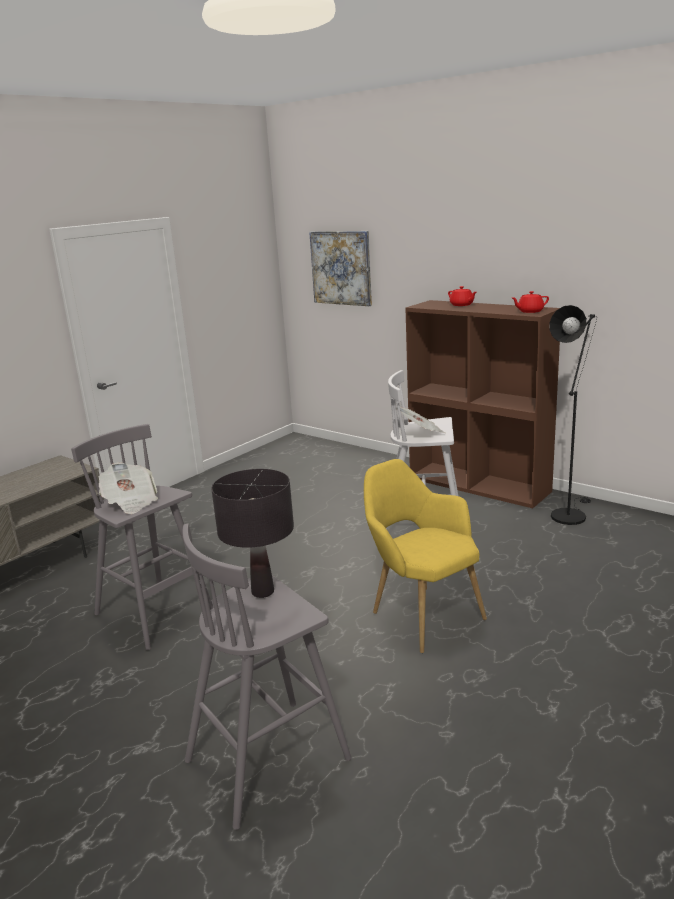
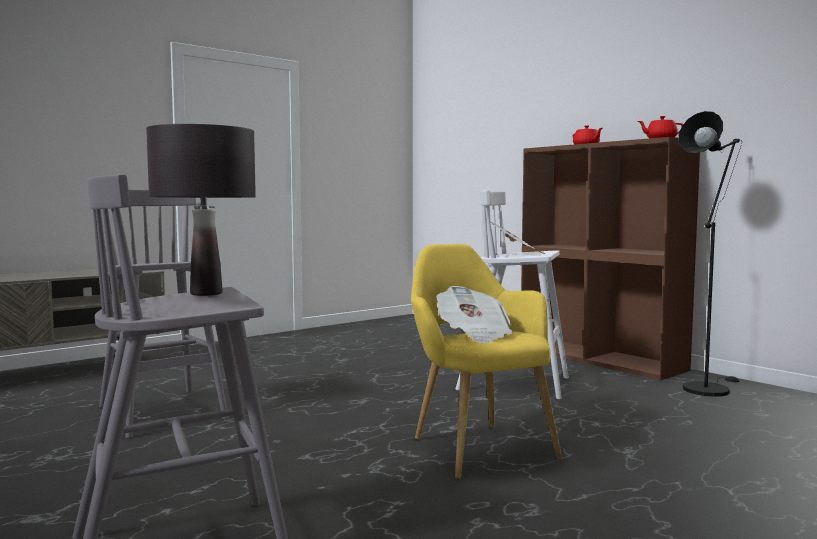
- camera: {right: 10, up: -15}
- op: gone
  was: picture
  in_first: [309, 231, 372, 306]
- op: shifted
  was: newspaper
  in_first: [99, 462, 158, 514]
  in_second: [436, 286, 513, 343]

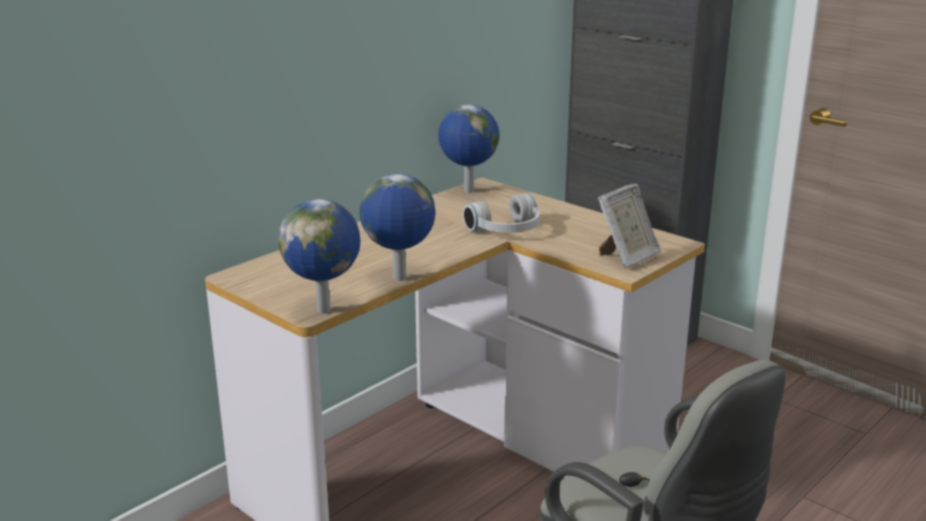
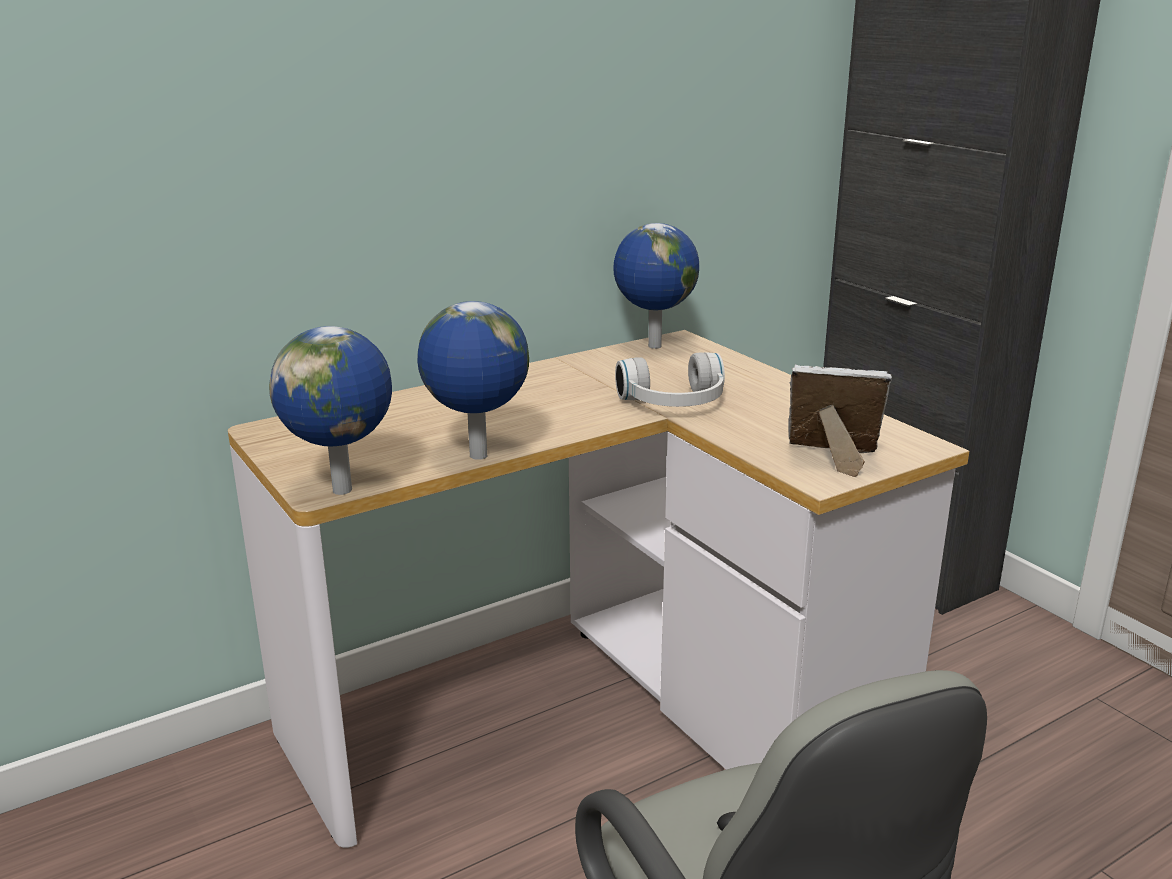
- camera: {right: 15, up: 0}
- op: rotated
  was: picture_frame
  in_first: [598, 184, 661, 269]
  in_second: [788, 365, 892, 477]
  clockwise: -135

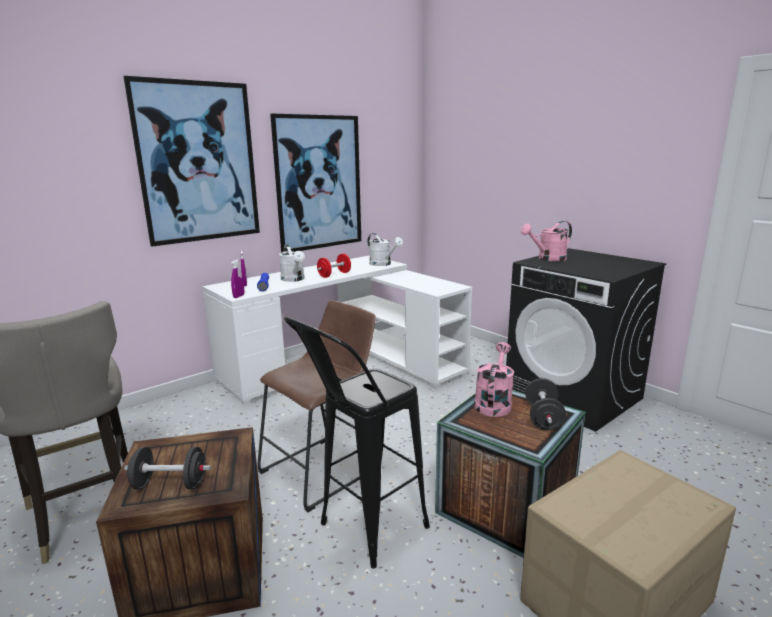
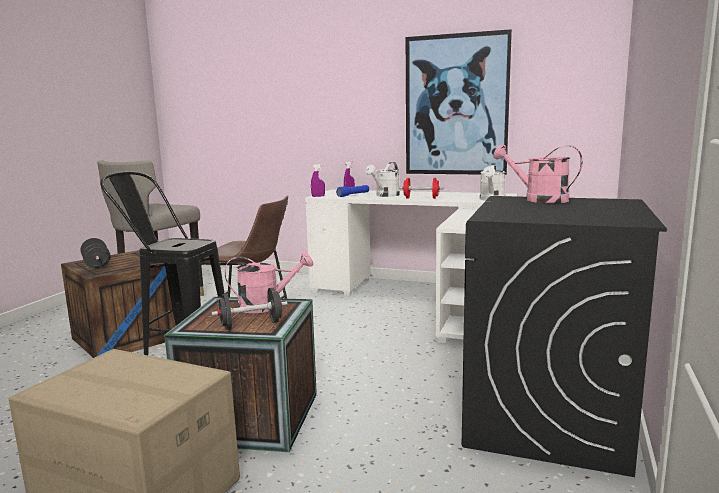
- camera: {right: 60, up: -5}
- op: gone
  was: picture
  in_first: [124, 76, 260, 246]

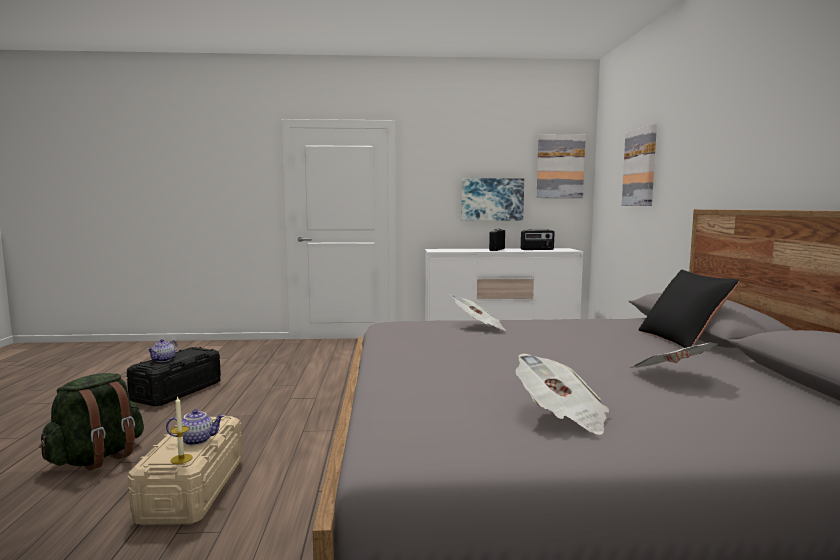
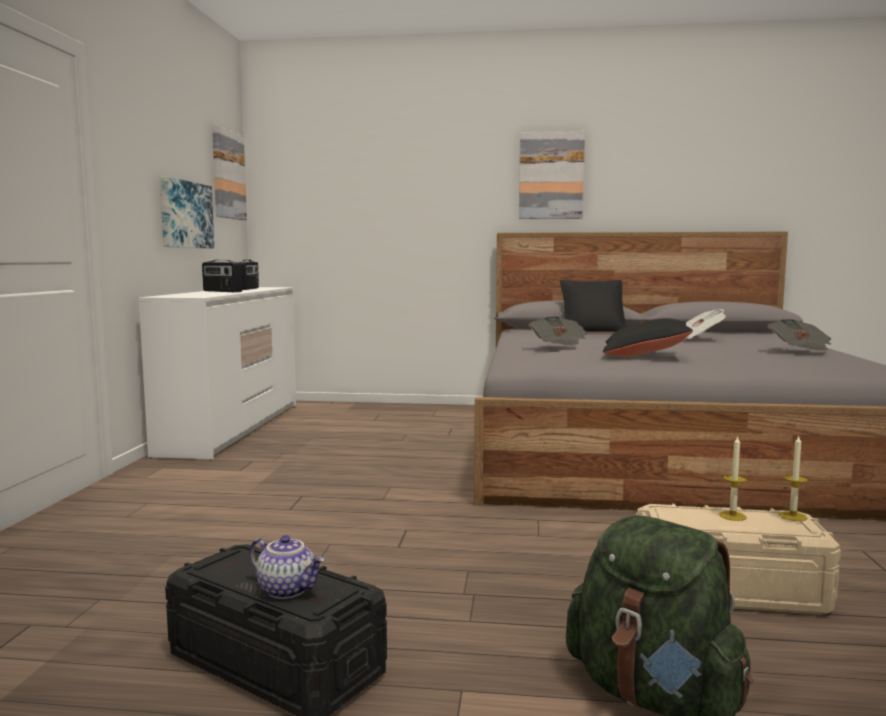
- camera: {right: -80, up: 0}
- op: shifted
  was: picture
  in_first: [622, 124, 657, 206]
  in_second: [519, 131, 585, 219]
- op: swapped
  was: pot_for_tea
  now: wax_candle
  in_first: [166, 409, 225, 445]
  in_second: [719, 435, 747, 521]
- op: new
  now: blackish_pillow
  in_second: [603, 318, 693, 357]

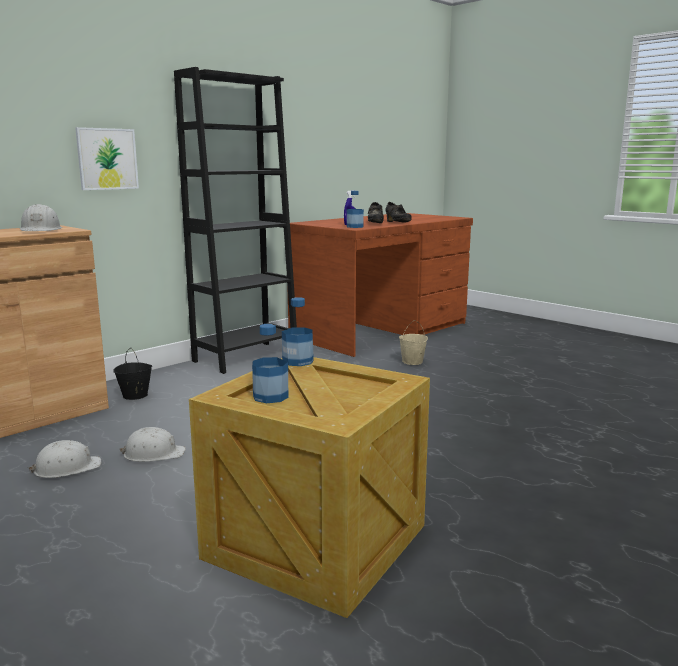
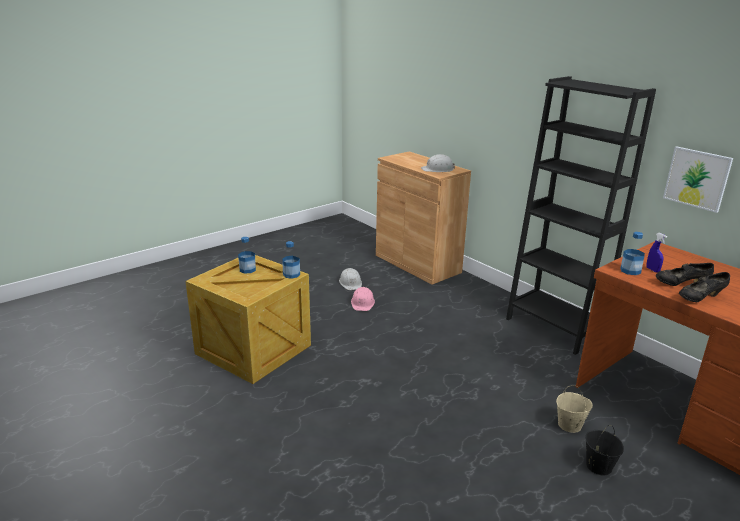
- camera: {right: 95, up: 10}
- op: shifted
  was: picture
  in_first: [75, 127, 139, 190]
  in_second: [663, 146, 733, 213]
- op: shifted
  was: blackish_pail
  in_first: [114, 348, 152, 400]
  in_second: [585, 425, 624, 476]
- op: repainted
  was: white-coloured_hard_hat
  now: pink_hard_hat
  in_first: [119, 427, 186, 462]
  in_second: [351, 287, 375, 311]

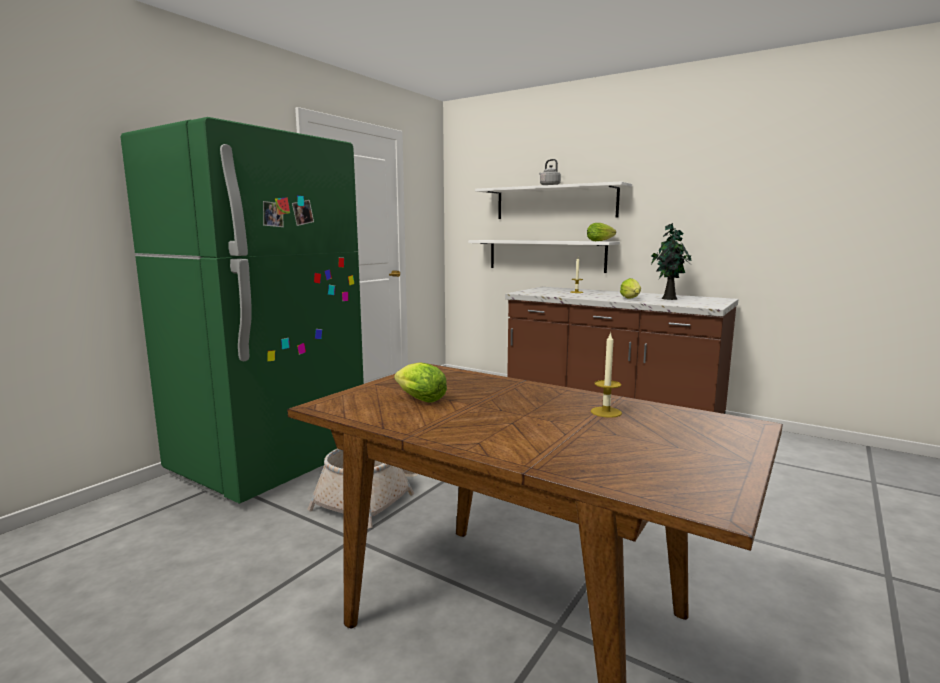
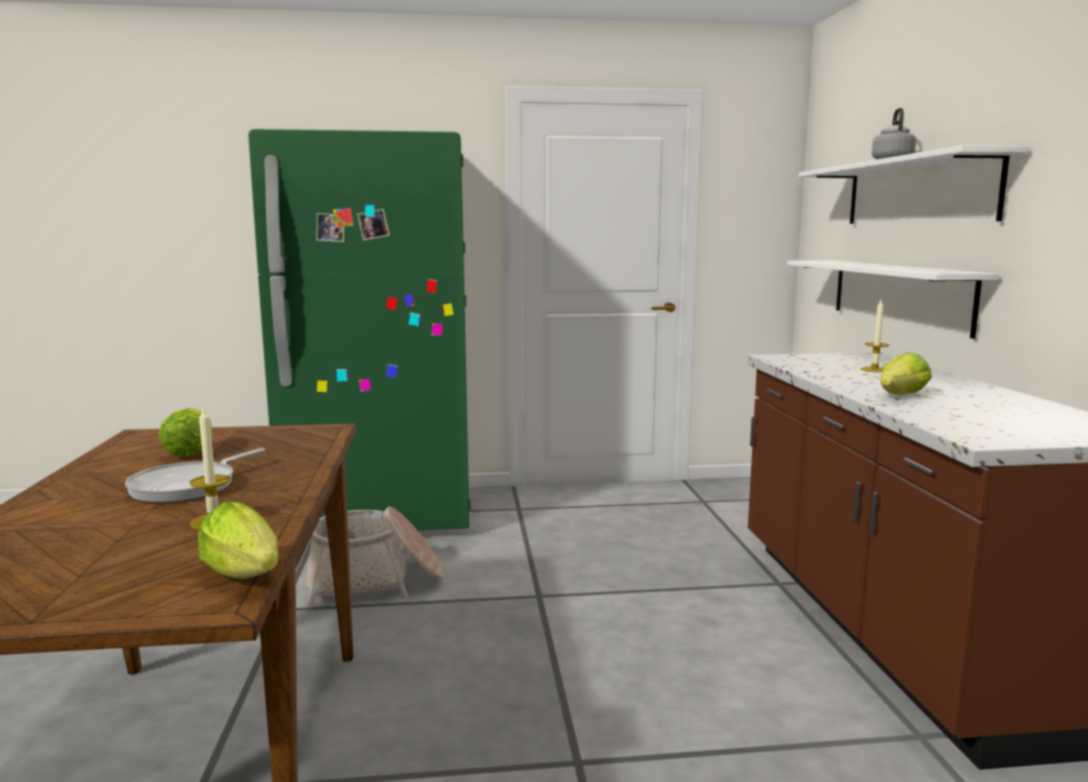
- camera: {right: 50, up: 0}
- op: shifted
  was: head_of_lettuce
  in_first: [587, 223, 616, 241]
  in_second: [198, 502, 278, 579]
- op: gone
  was: plant_in_a_pot
  in_first: [651, 223, 692, 300]
- op: new
  now: skillet
  in_second: [125, 448, 265, 503]

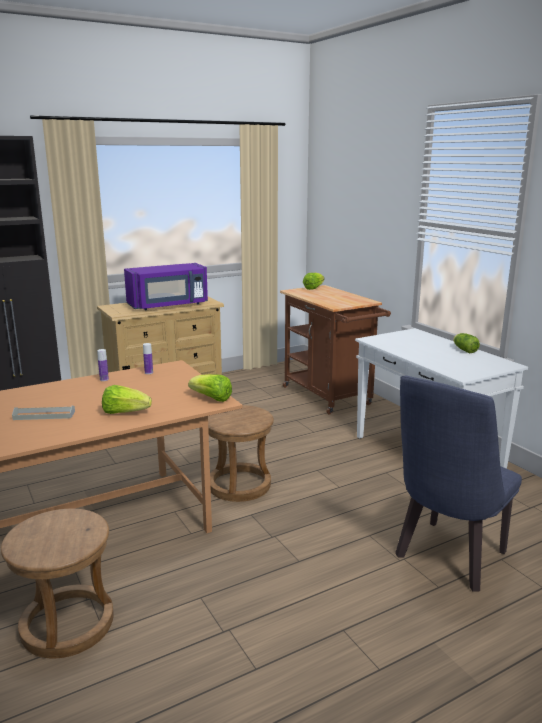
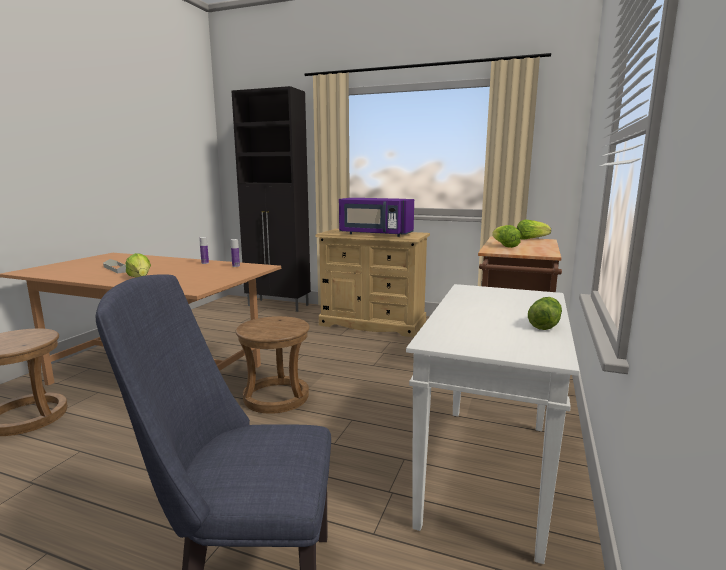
- camera: {right: 50, up: -5}
- op: shifted
  was: head_of_lettuce
  in_first: [188, 374, 232, 402]
  in_second: [492, 225, 520, 248]

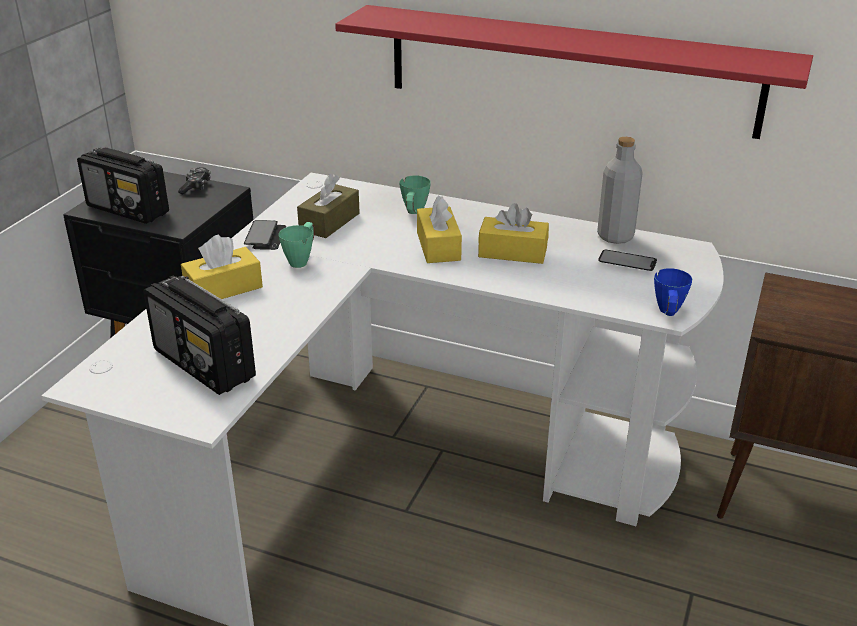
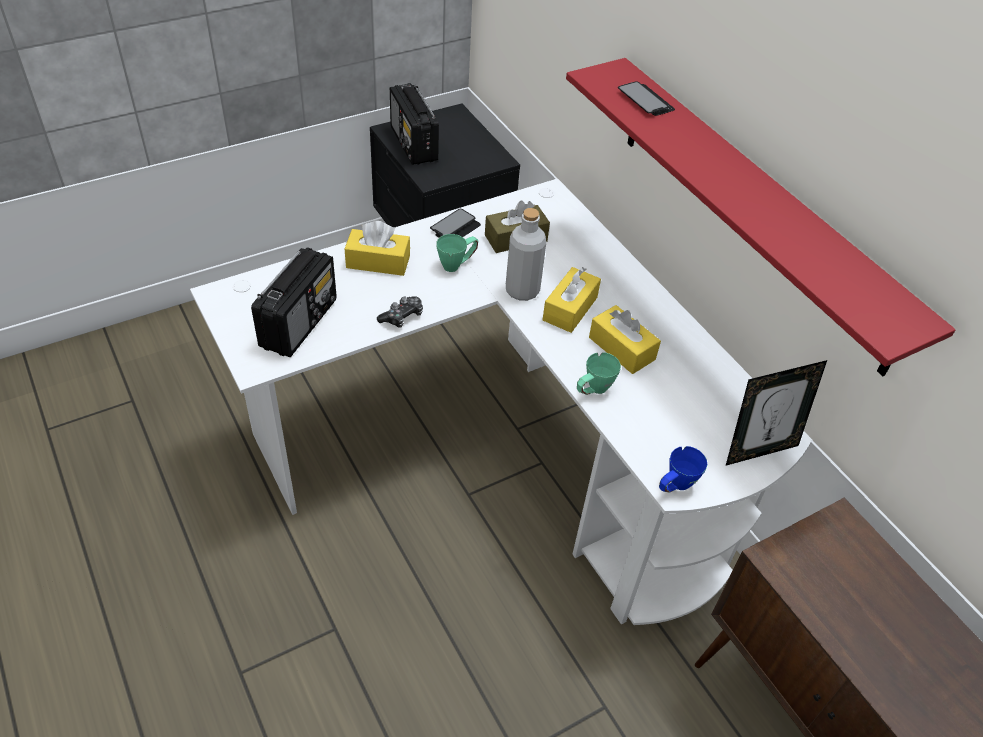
- camera: {right: 35, up: 15}
- op: shifted
  was: greyish_bottle
  in_first: [597, 137, 643, 244]
  in_second: [506, 208, 546, 301]
- op: shifted
  was: game_controller
  in_first: [178, 167, 211, 195]
  in_second: [377, 296, 423, 328]
- op: shifted
  was: green_tea_mug
  in_first: [400, 176, 430, 214]
  in_second: [577, 352, 621, 395]
- op: shifted
  was: telephone
  in_first: [598, 249, 657, 271]
  in_second: [618, 82, 675, 116]
- op: rotated
  was: radio_receiver
  in_first: [143, 275, 256, 395]
  in_second: [251, 247, 337, 357]
  clockwise: -150
- op: new
  now: picture_frame
  in_second: [726, 360, 827, 466]

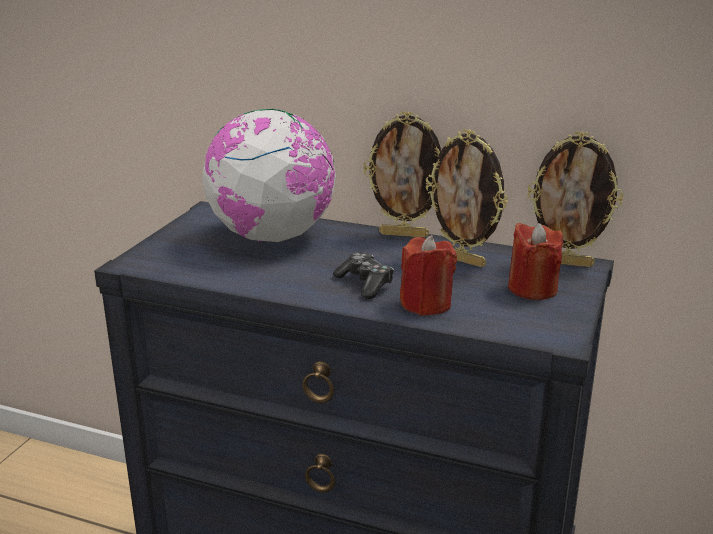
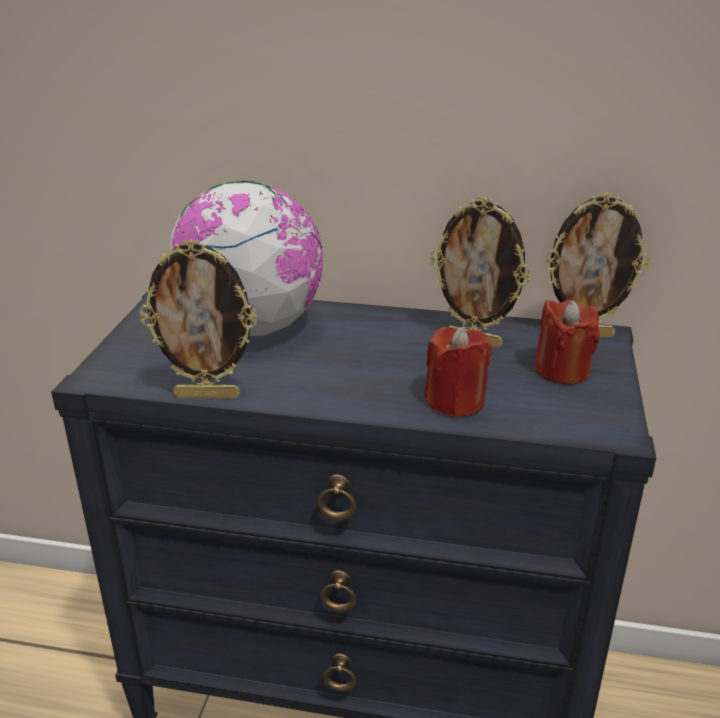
- camera: {right: -10, up: 5}
- op: shifted
  was: picture_frame
  in_first: [363, 111, 441, 238]
  in_second: [139, 239, 257, 398]
- op: gone
  was: game_controller
  in_first: [333, 252, 394, 299]

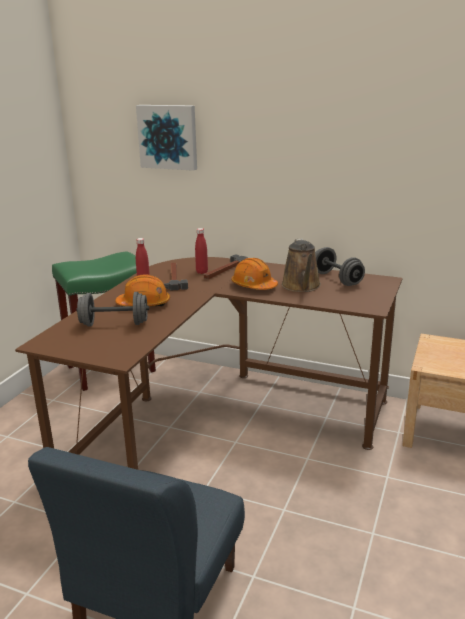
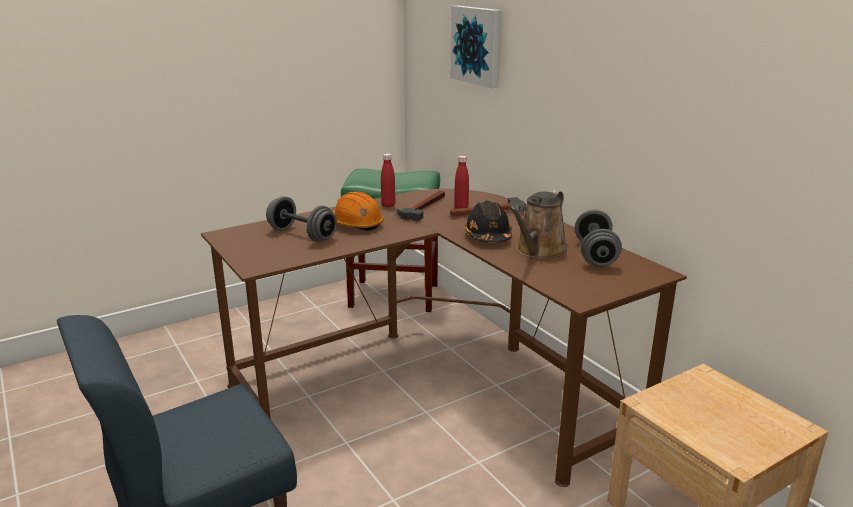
- camera: {right: 35, up: 0}
- op: repainted
  was: orange-coloured_hard_hat
  now: blackish_hard_hat
  in_first: [231, 258, 278, 290]
  in_second: [464, 201, 512, 243]

